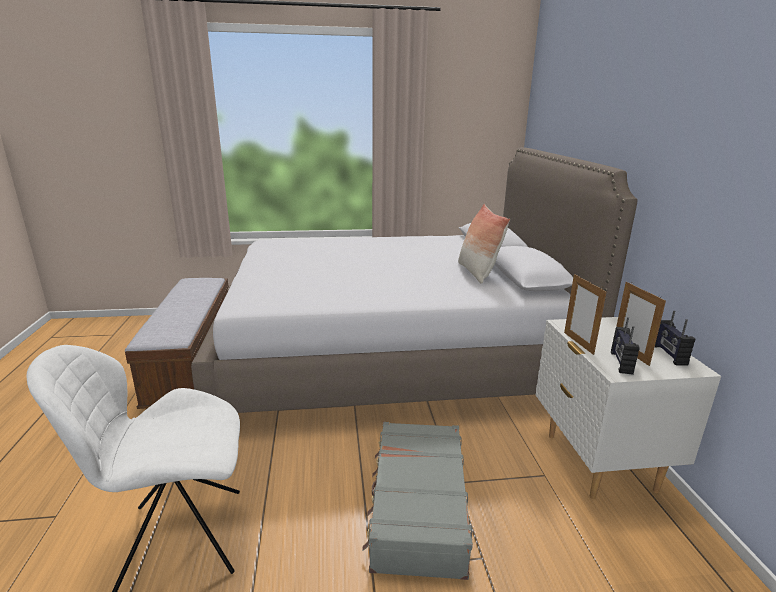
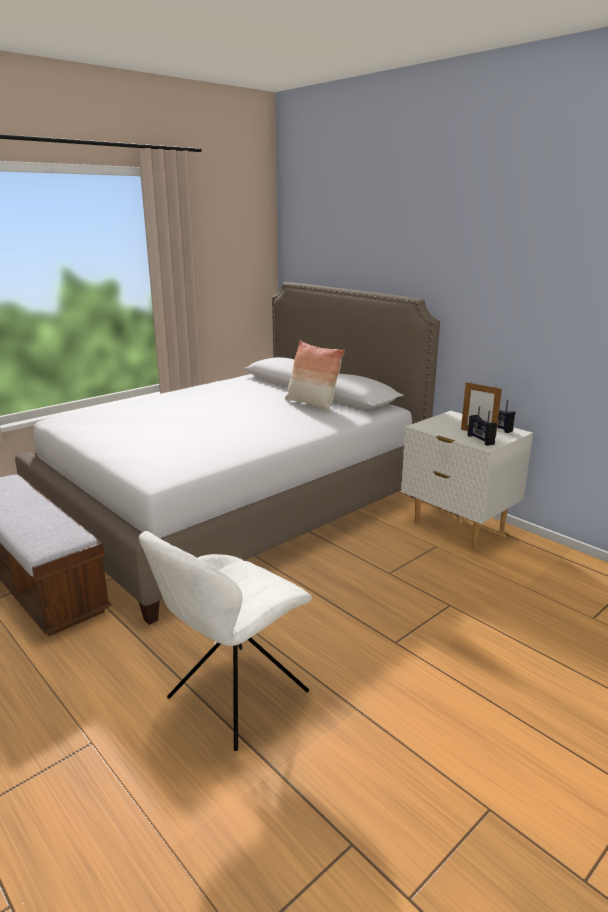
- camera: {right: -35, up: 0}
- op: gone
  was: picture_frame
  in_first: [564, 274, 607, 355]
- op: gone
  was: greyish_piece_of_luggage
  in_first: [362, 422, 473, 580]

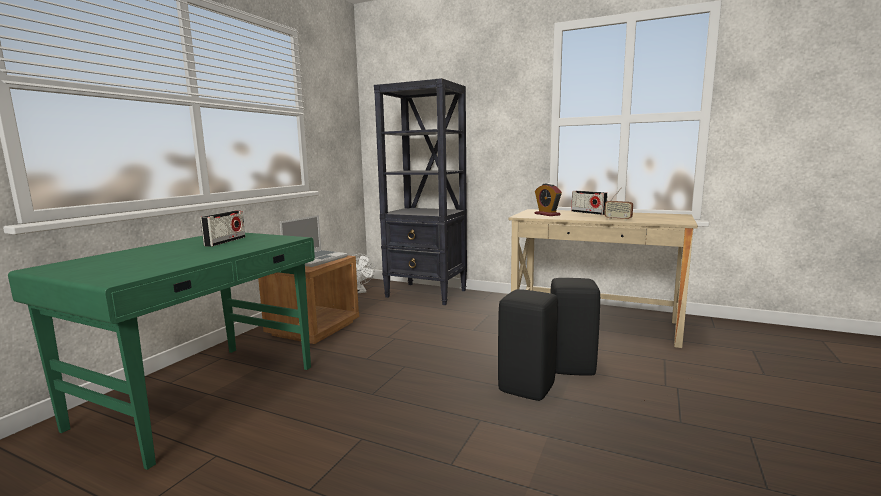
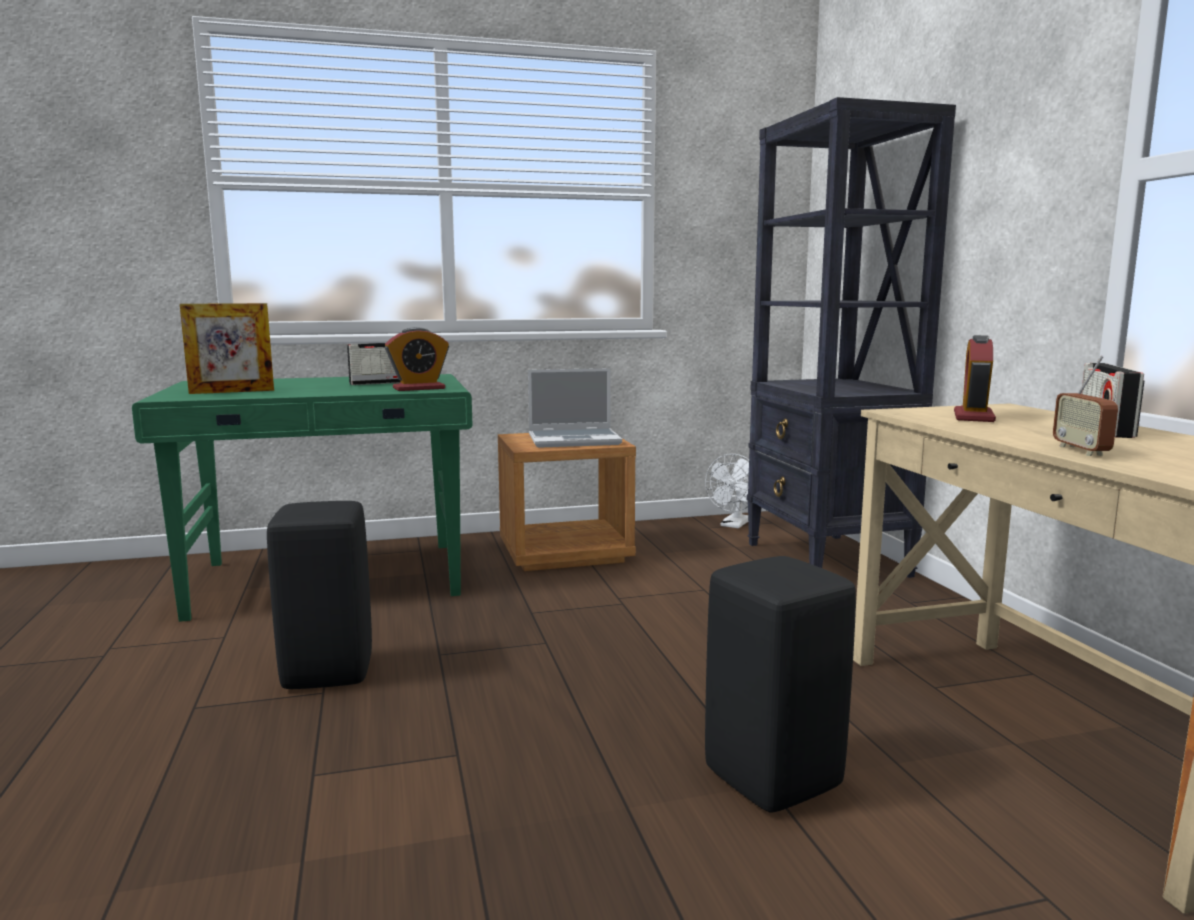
- camera: {right: 50, up: 0}
- op: shifted
  was: blackish_stool_seat
  in_first: [498, 289, 558, 401]
  in_second: [267, 501, 372, 689]
- op: new
  now: picture_frame
  in_second: [180, 303, 274, 394]
- op: new
  now: table_clock
  in_second: [385, 327, 449, 391]

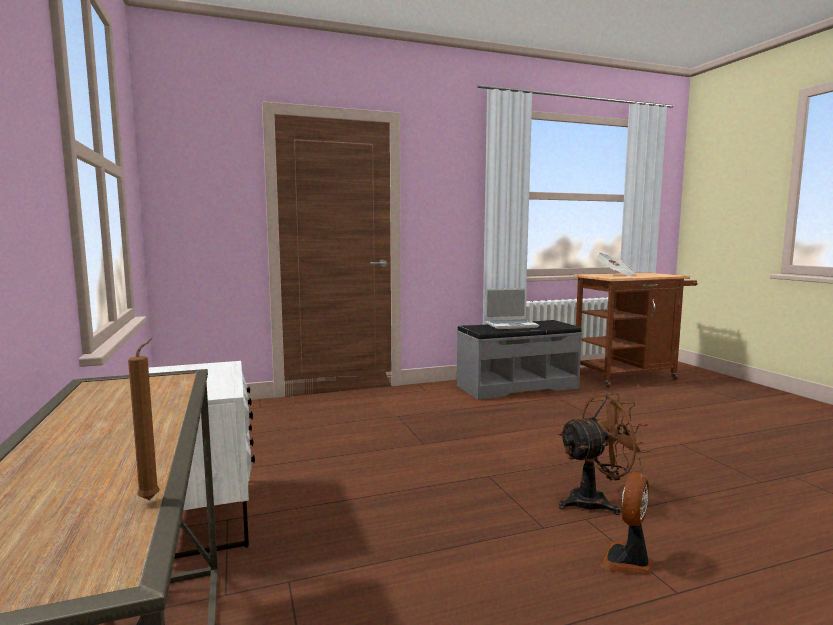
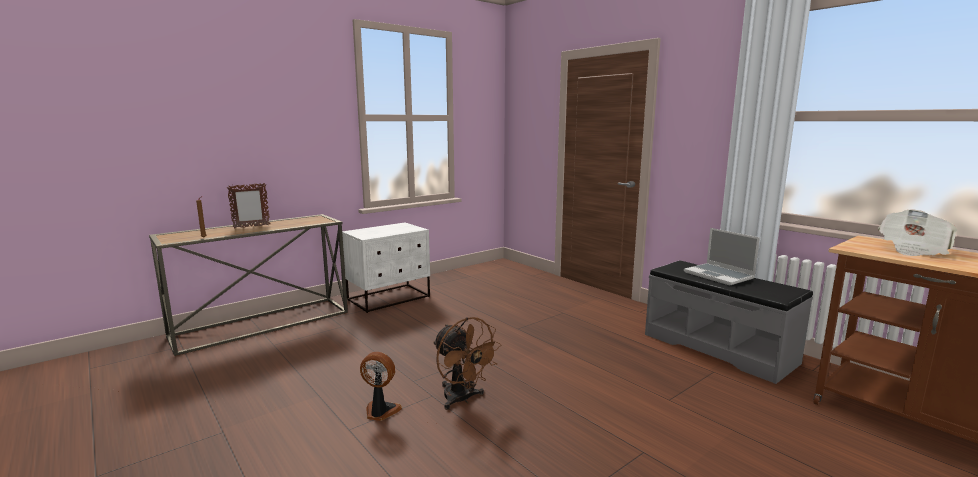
- camera: {right: 70, up: 5}
- op: new
  now: picture_frame
  in_second: [227, 183, 270, 228]

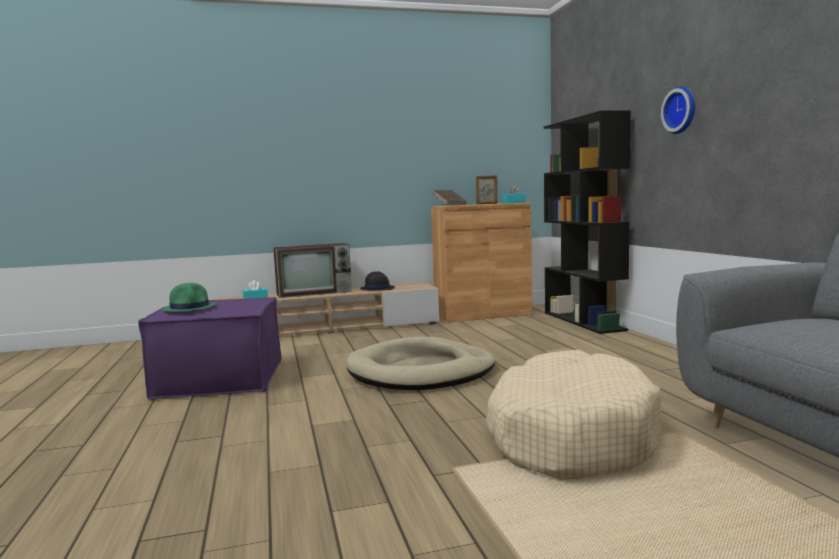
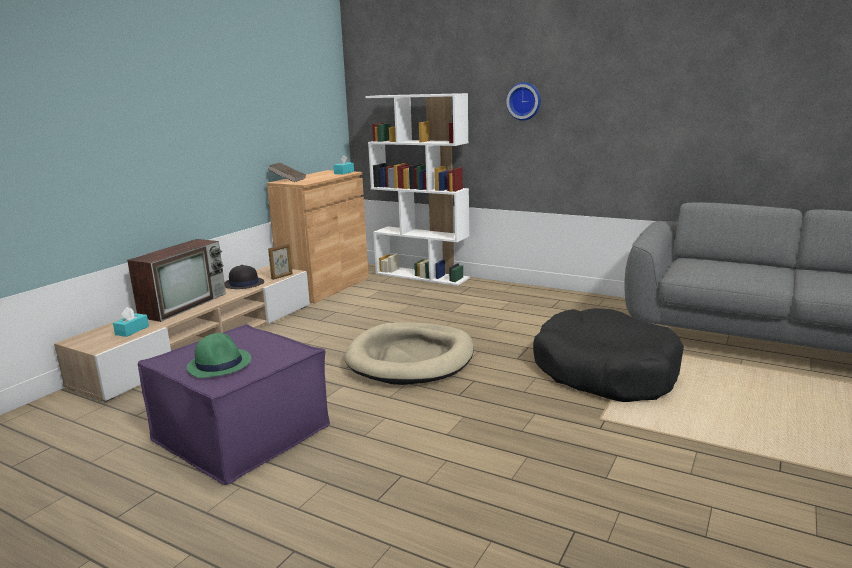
- camera: {right: -45, up: 10}
- op: repainted
  was: blackish_bookcase
  now: white-coloured_bookcase
  in_first: [543, 110, 631, 334]
  in_second: [365, 93, 470, 286]
- op: shifted
  was: picture_frame
  in_first: [476, 175, 497, 204]
  in_second: [268, 244, 293, 280]
- op: repainted
  was: sand-coloured_pet_bed
  now: blackish_pet_bed
  in_first: [486, 350, 662, 479]
  in_second: [533, 308, 684, 402]

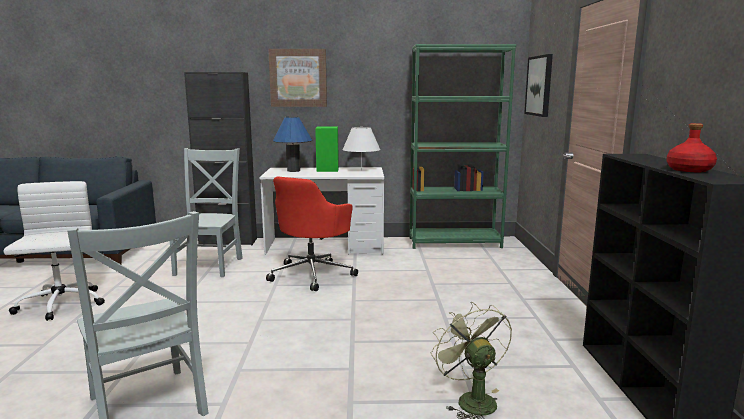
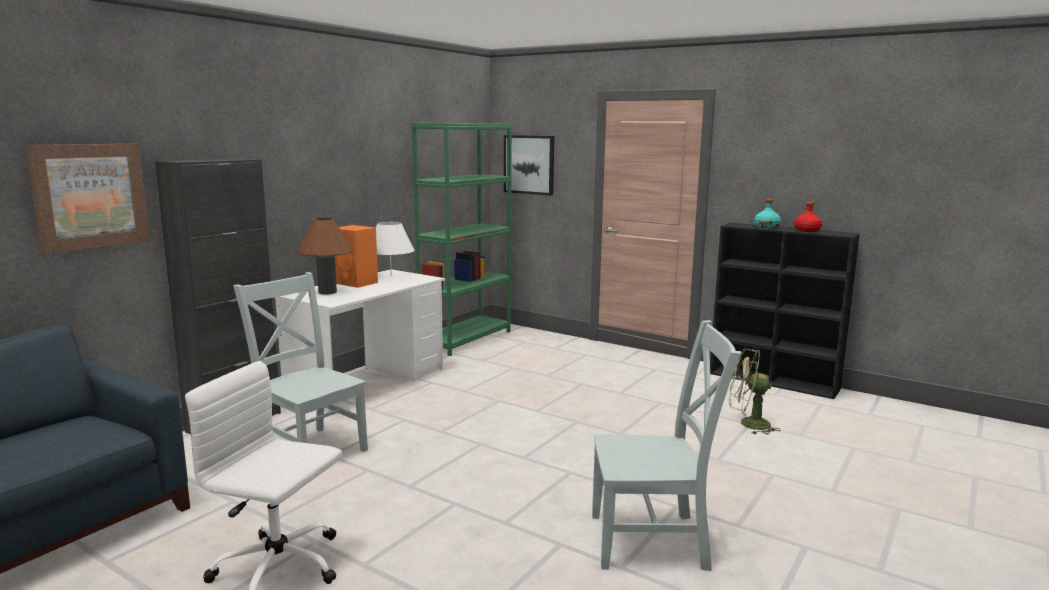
- camera: {right: -55, up: 0}
- op: shifted
  was: picture
  in_first: [268, 49, 327, 107]
  in_second: [25, 144, 150, 254]
- op: repainted
  was: blue-coloured_table_lamp
  now: brown-coloured_table_lamp
  in_first: [273, 117, 312, 172]
  in_second: [297, 218, 353, 295]
- op: repainted
  was: green_loudspeaker
  now: orange-coloured_loudspeaker
  in_first: [315, 126, 339, 172]
  in_second: [335, 225, 378, 288]
- op: gone
  was: red-coloured_desk_chair
  in_first: [266, 177, 358, 291]
- op: new
  now: turquoise-coloured_bottle
  in_second: [754, 199, 781, 228]

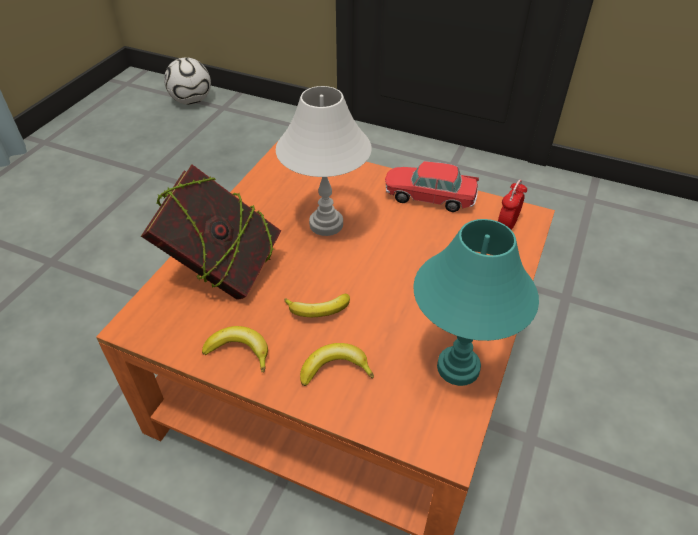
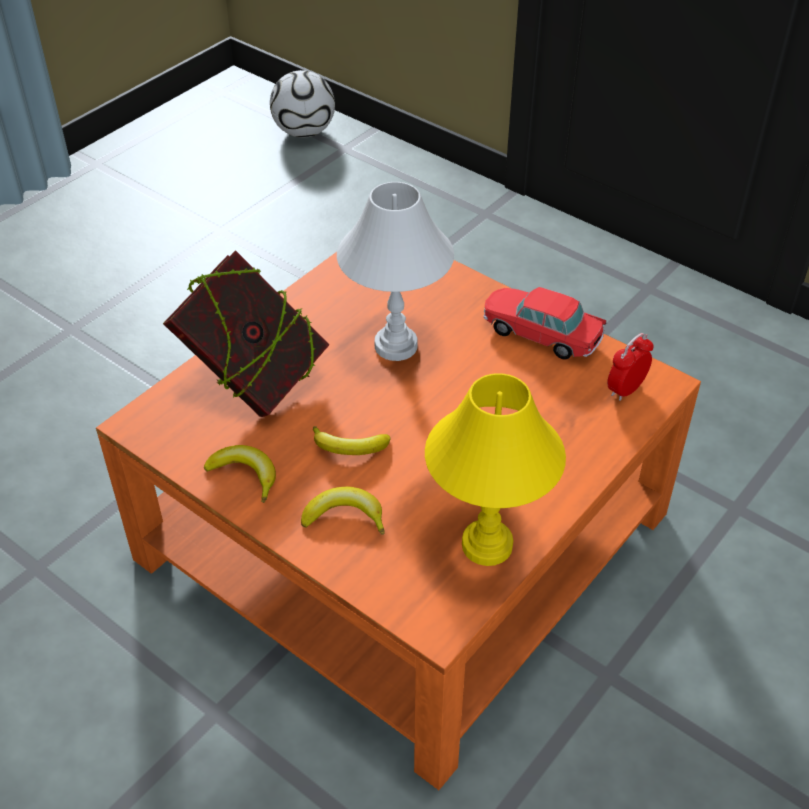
- camera: {right: 15, up: 0}
- op: repainted
  was: turquoise-coloured_table_lamp
  now: yellow_table_lamp
  in_first: [413, 219, 539, 386]
  in_second: [425, 373, 566, 566]

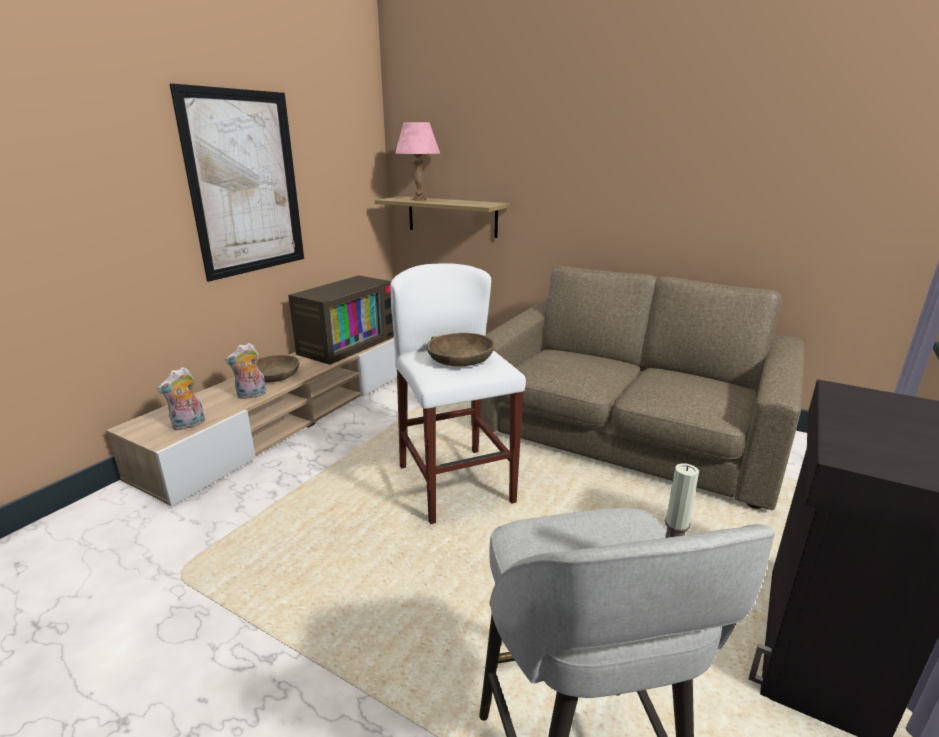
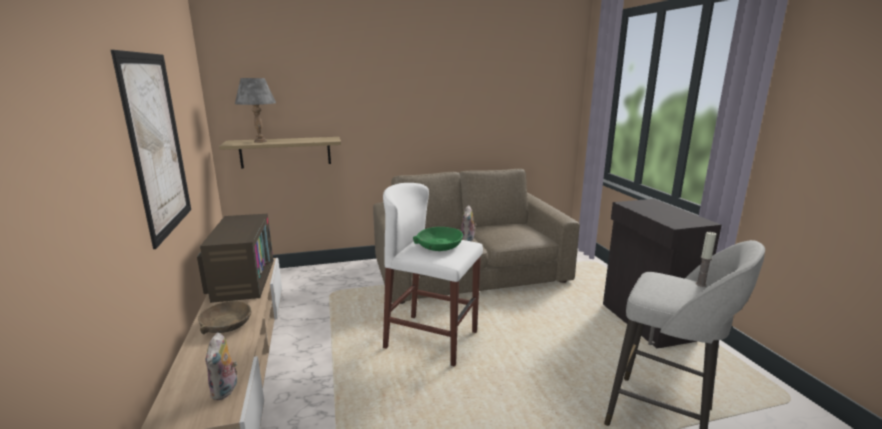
- camera: {right: -45, up: -5}
- op: repainted
  was: pink_table_lamp
  now: greyish_table_lamp
  in_first: [395, 122, 440, 201]
  in_second: [235, 78, 276, 143]
- op: repainted
  was: brown-coloured_serving_bowl
  now: green_serving_bowl
  in_first: [427, 333, 495, 367]
  in_second: [413, 227, 463, 251]
- op: shifted
  was: soft_toy
  in_first: [225, 343, 267, 399]
  in_second: [461, 205, 477, 242]

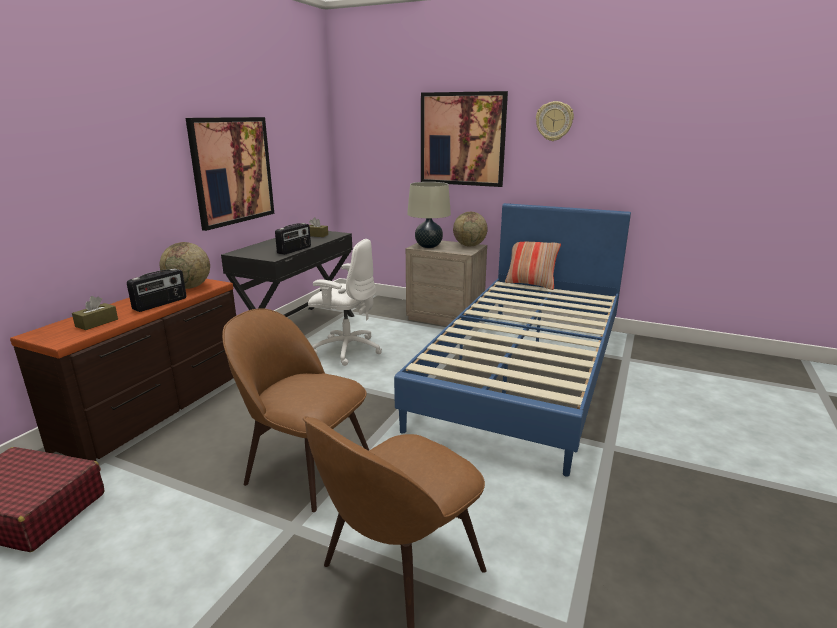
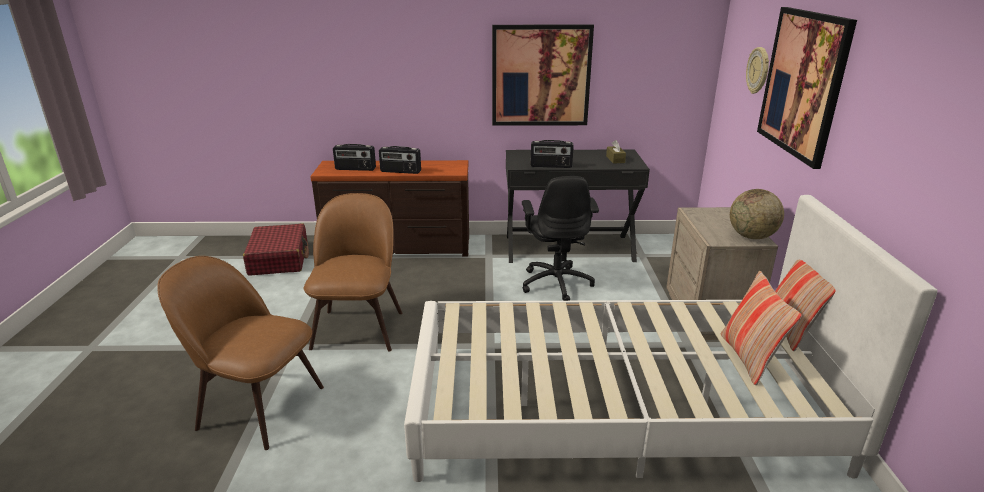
- camera: {right: 65, up: 5}
- op: shifted
  was: clock_on_the_wall
  in_first: [536, 101, 574, 141]
  in_second: [746, 47, 769, 94]
- op: gone
  was: sand-coloured_table_lamp
  in_first: [407, 182, 451, 248]
- op: repainted
  was: blue-coloured_bed
  now: white-coloured_bed
  in_first: [394, 203, 631, 477]
  in_second: [404, 195, 937, 482]
- op: repainted
  was: white-coloured_desk_chair
  now: blackish_desk_chair
  in_first: [308, 239, 382, 366]
  in_second: [522, 176, 599, 301]
- op: gone
  was: world_globe
  in_first: [160, 242, 210, 289]
- op: swapped
  was: brown-coloured_tissue_holder
  now: radio_receiver
  in_first: [72, 296, 118, 330]
  in_second: [333, 144, 376, 171]
- op: new
  now: pillow
  in_second: [721, 271, 802, 385]

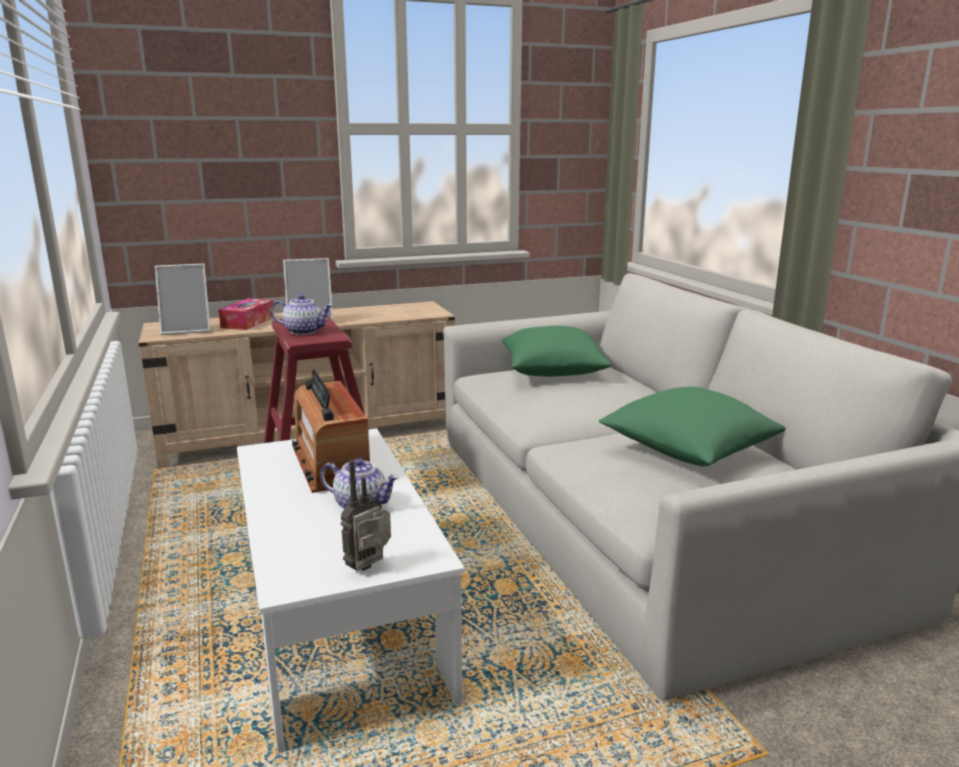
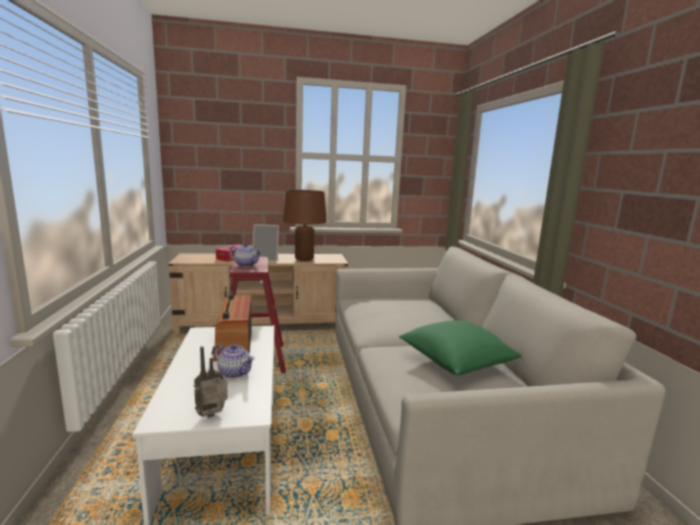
- camera: {right: 10, up: -5}
- op: gone
  was: picture_frame
  in_first: [155, 264, 210, 335]
- op: gone
  was: green_pillow
  in_first: [502, 326, 611, 377]
- op: new
  now: brown-coloured_table_lamp
  in_second: [283, 190, 327, 261]

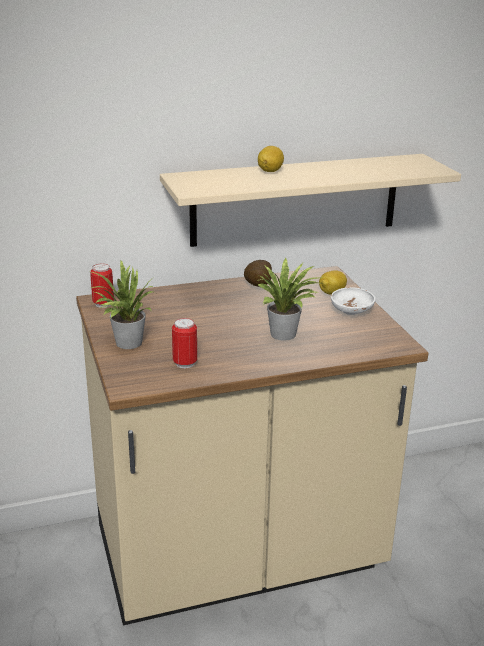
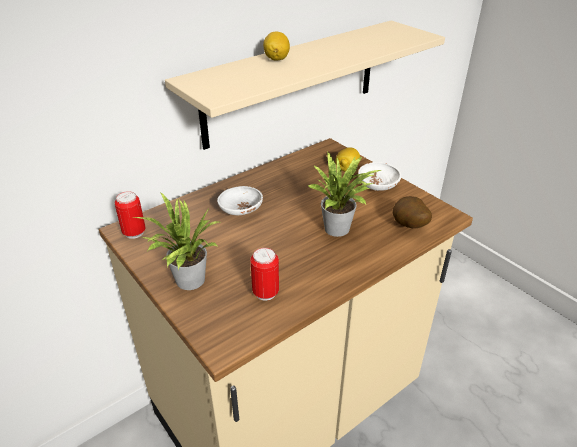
- camera: {right: -20, up: 10}
- op: shifted
  was: whole_potato
  in_first: [244, 260, 272, 287]
  in_second: [392, 196, 432, 228]
- op: new
  now: white-coloured_serving_bowl
  in_second: [217, 186, 263, 215]

